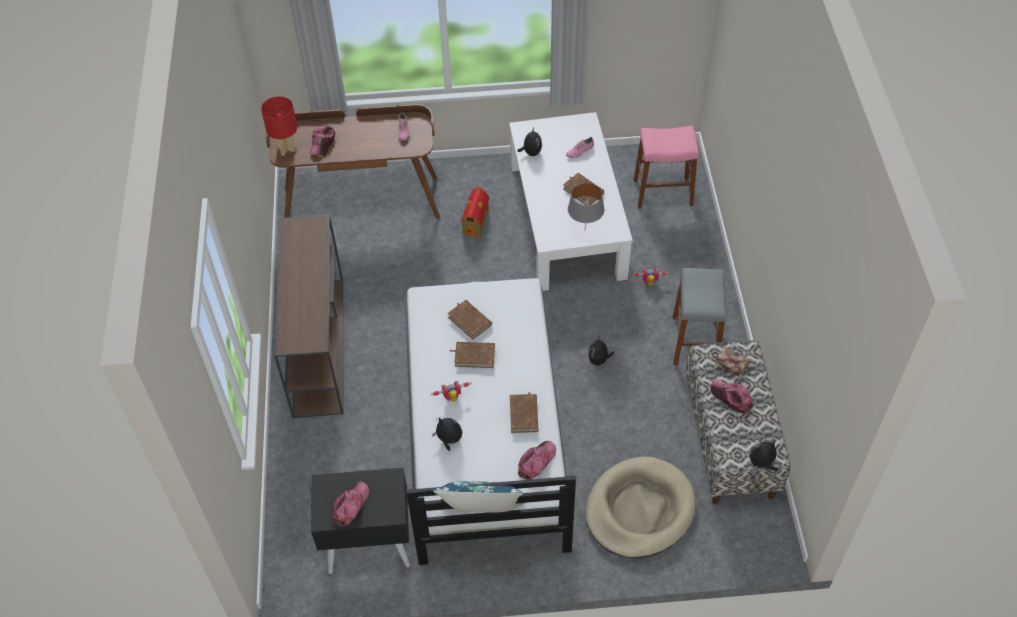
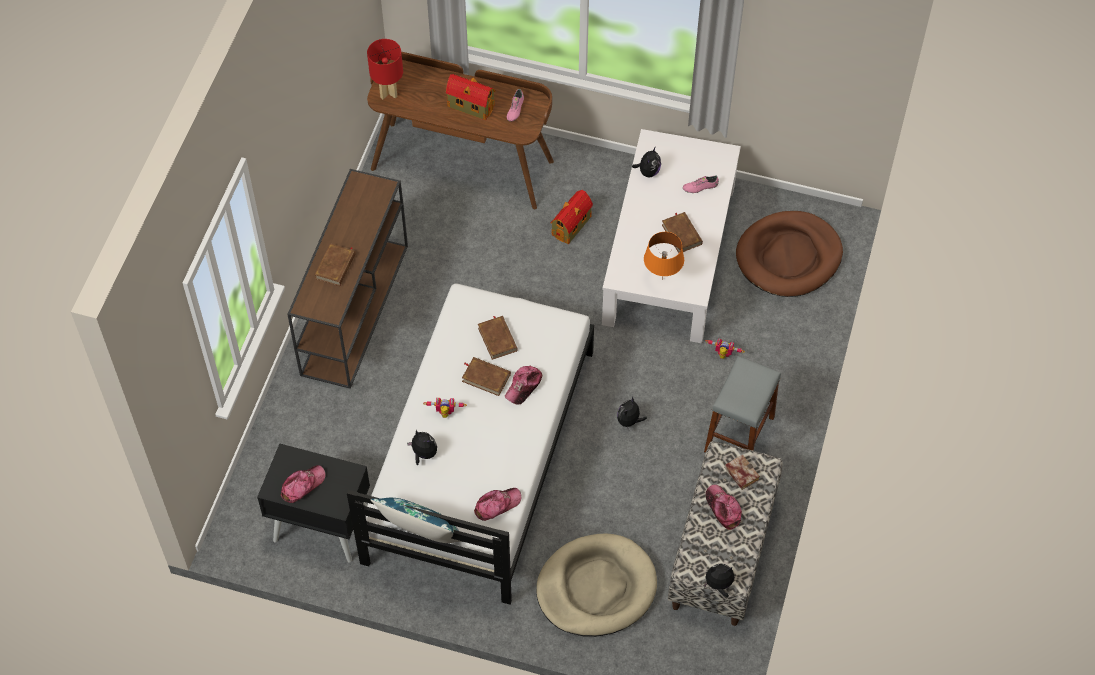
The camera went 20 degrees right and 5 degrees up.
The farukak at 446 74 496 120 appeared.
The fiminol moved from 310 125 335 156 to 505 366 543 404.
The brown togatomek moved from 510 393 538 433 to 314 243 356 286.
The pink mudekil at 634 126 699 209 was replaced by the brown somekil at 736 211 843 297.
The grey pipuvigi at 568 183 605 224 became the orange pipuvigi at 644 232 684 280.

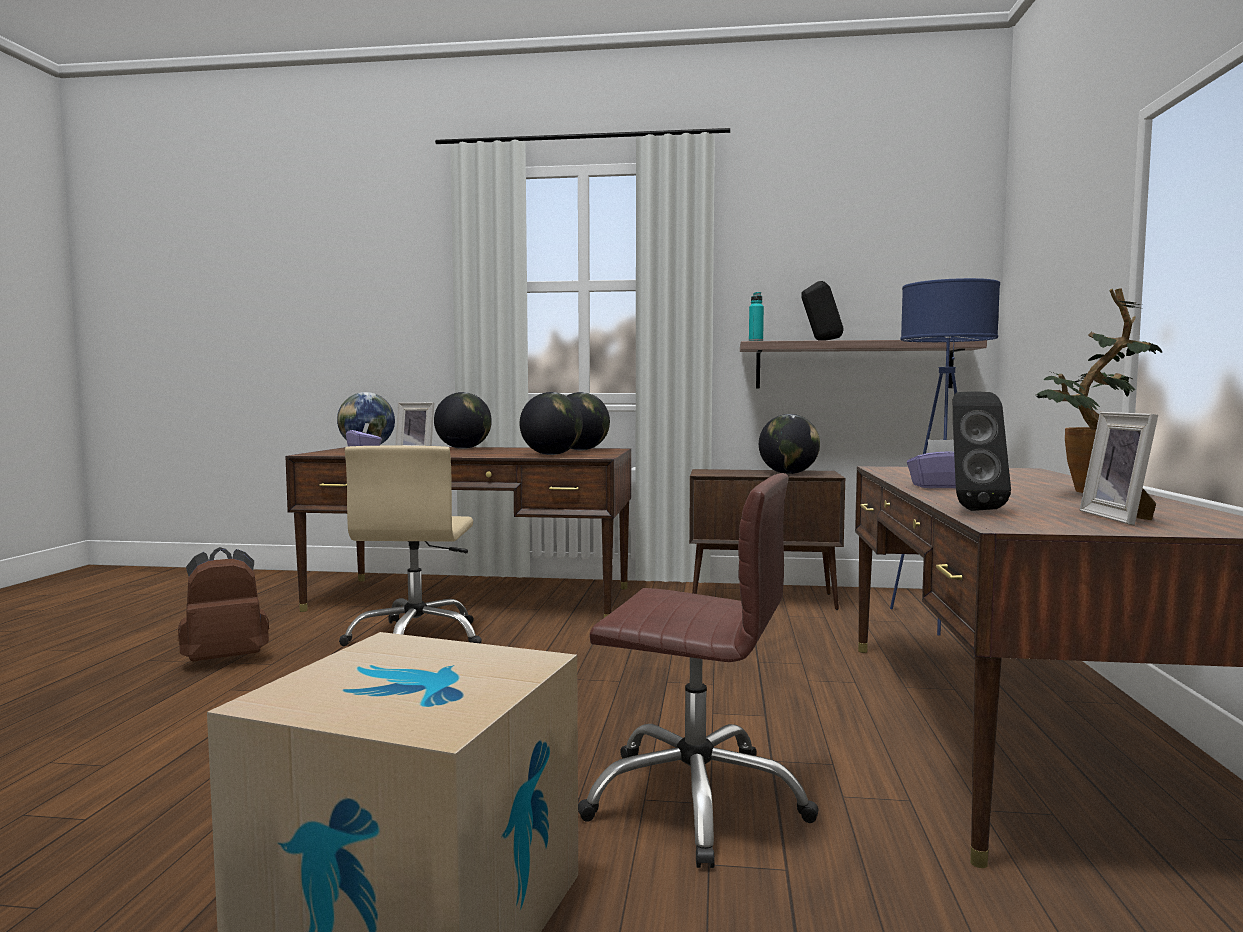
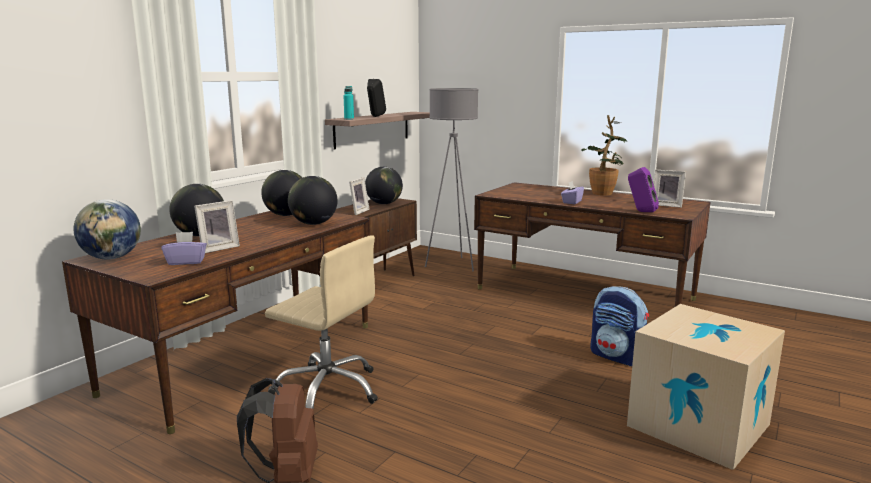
The camera went 65 degrees left and 10 degrees up.
The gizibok at 349 177 370 215 appeared.
The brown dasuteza at 578 473 819 868 was replaced by the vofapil at 590 286 649 366.
The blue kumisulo at 890 278 1000 635 became the grey kumisulo at 425 88 478 271.
The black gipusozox at 953 391 1011 511 became the purple gipusozox at 628 167 659 212.

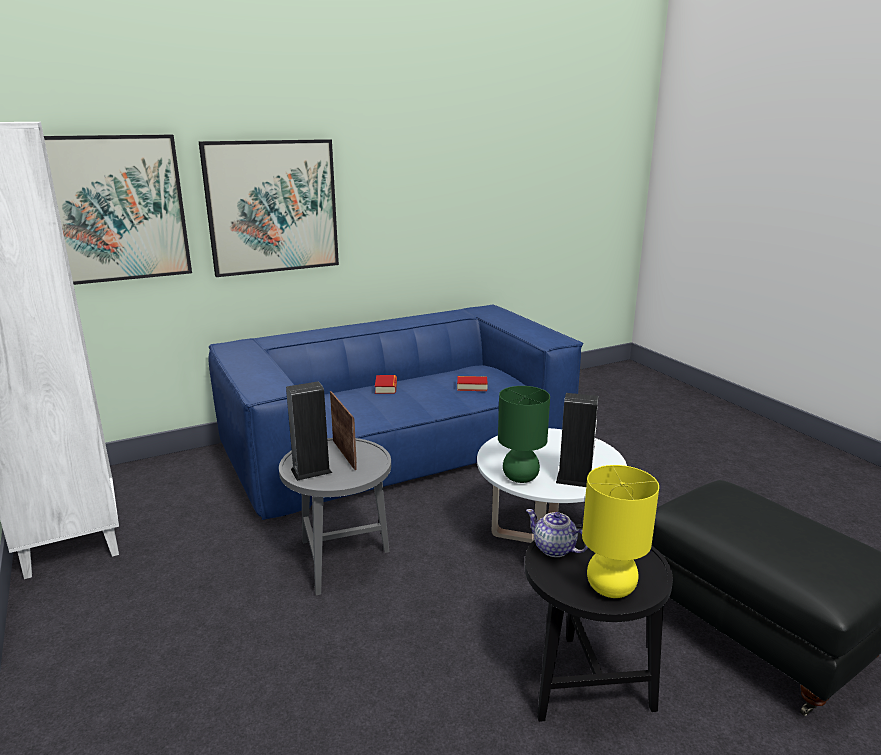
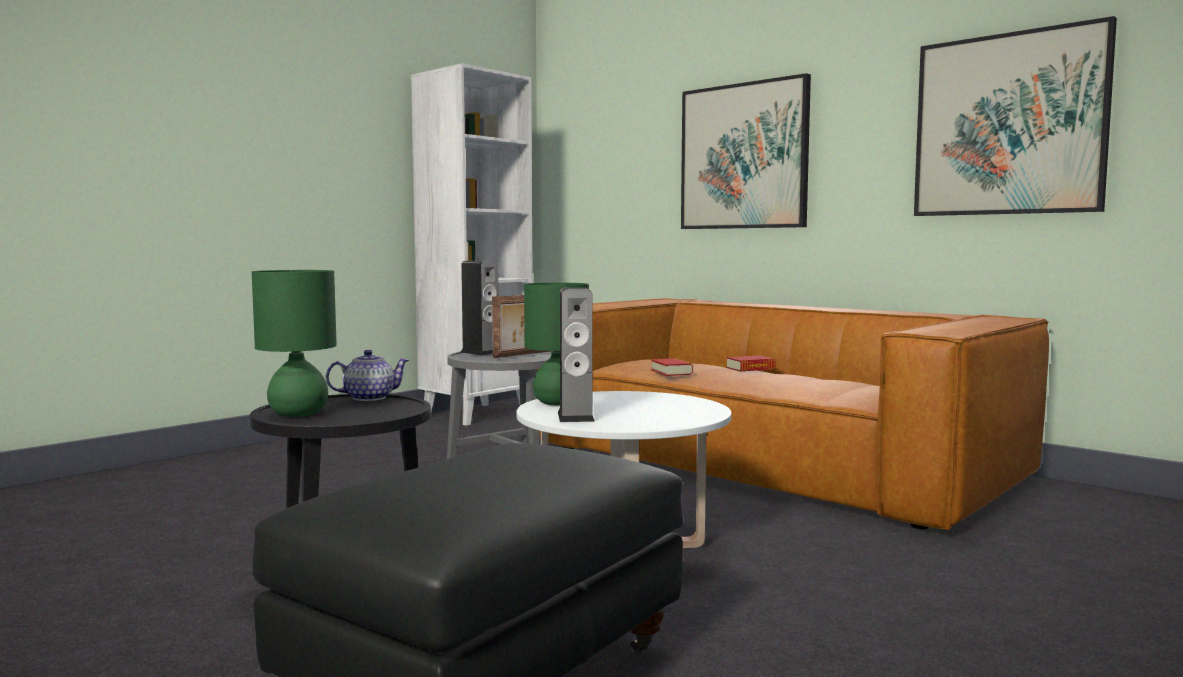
The camera went 70 degrees right and 15 degrees down.
The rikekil moved from 44 135 192 285 to 914 16 1117 216.
The togatomek moved from 457 376 488 391 to 651 358 693 376.
The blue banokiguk at 208 304 583 520 became the brown banokiguk at 537 298 1049 530.
The yellow pipuvigi at 582 465 659 598 became the green pipuvigi at 252 270 337 417.
The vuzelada at 526 509 588 557 turned 45 degrees clockwise.

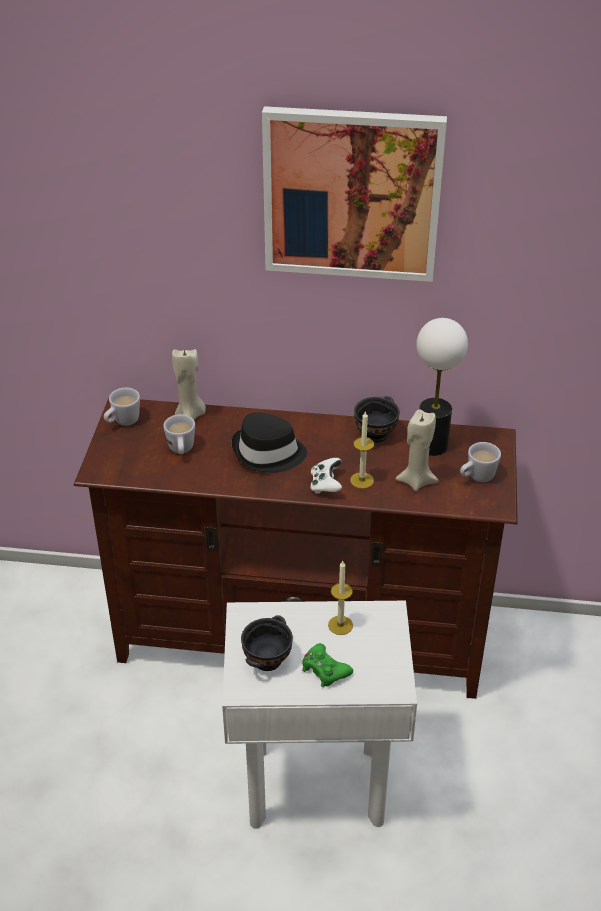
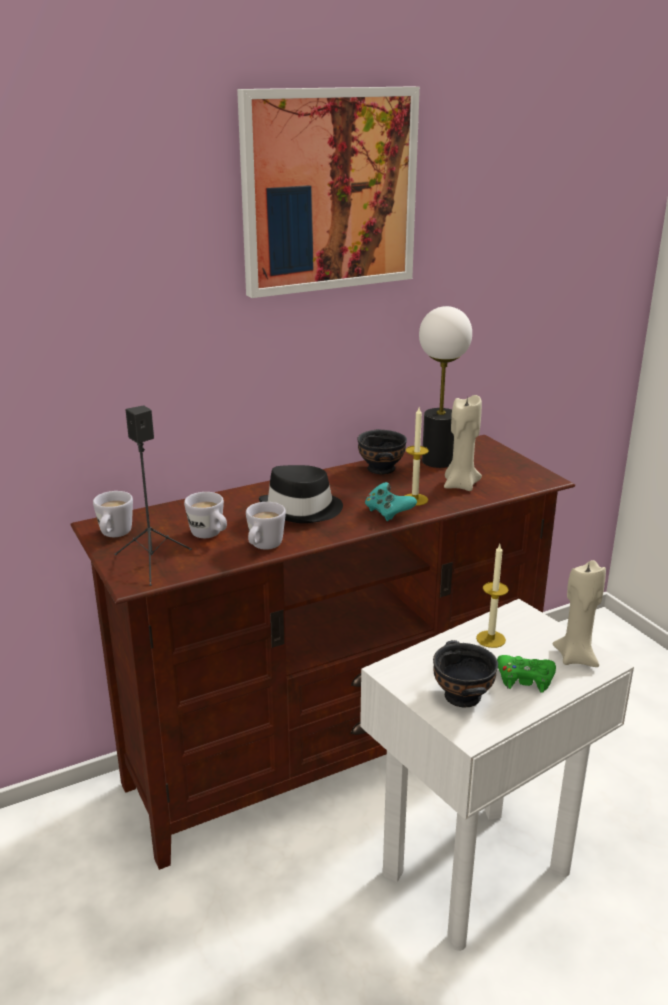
The camera went 35 degrees left and 15 degrees down.
The black gipusozox at 114 405 192 586 appeared.
The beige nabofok moved from 172 349 206 420 to 552 560 606 667.
The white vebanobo moved from 460 442 501 482 to 246 502 286 550.
The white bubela at 311 458 342 494 became the turquoise bubela at 365 482 417 521.

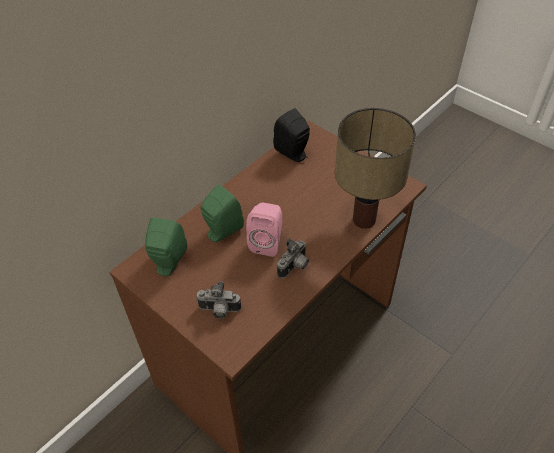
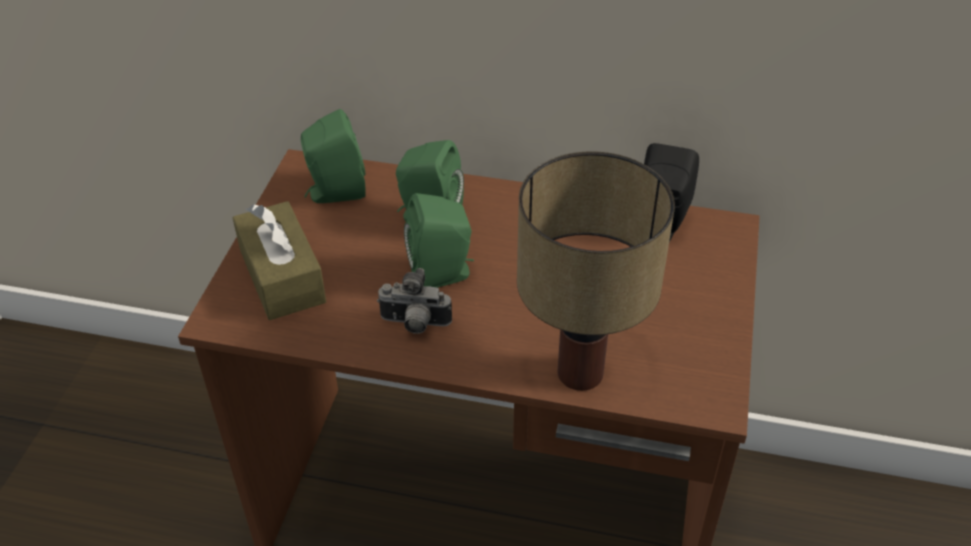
The camera went 60 degrees right and 5 degrees down.
The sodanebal at 196 281 241 319 was replaced by the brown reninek at 233 201 326 320.
The pink gipusozox at 246 202 282 257 became the green gipusozox at 404 193 474 288.

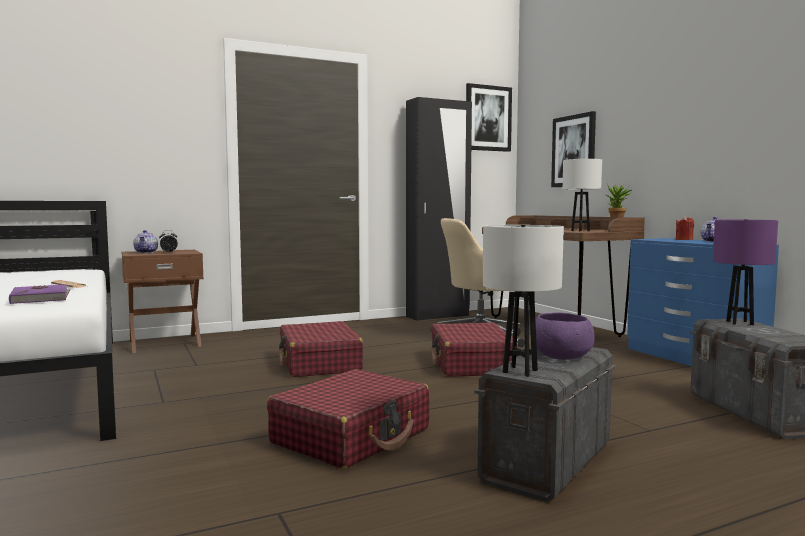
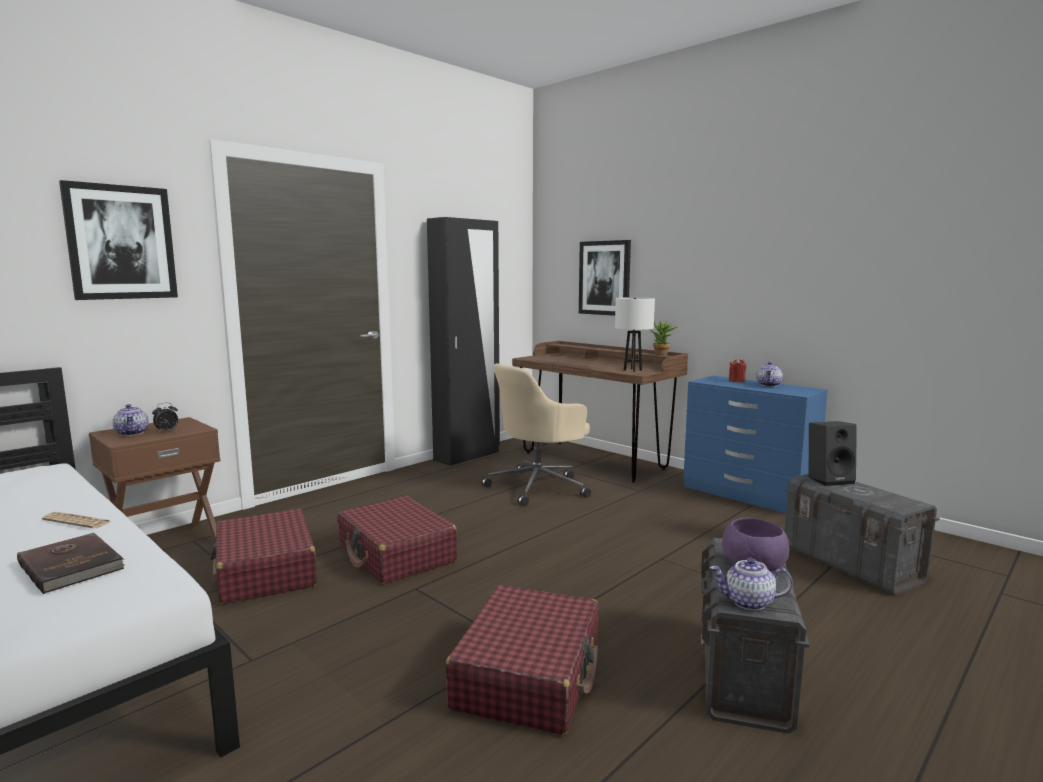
The camera went 20 degrees left and 5 degrees up.
The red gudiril moved from 431 322 518 377 to 210 508 317 605.
The rikekil moved from 466 83 512 152 to 59 180 178 300.
The white pipuvigi at 483 225 564 377 was replaced by the vuzelada at 710 558 793 611.
The purple pipuvigi at 713 219 778 325 was replaced by the black gipusozox at 809 421 857 486.
The purple togatomek at 9 284 70 304 became the brown togatomek at 17 533 125 594.

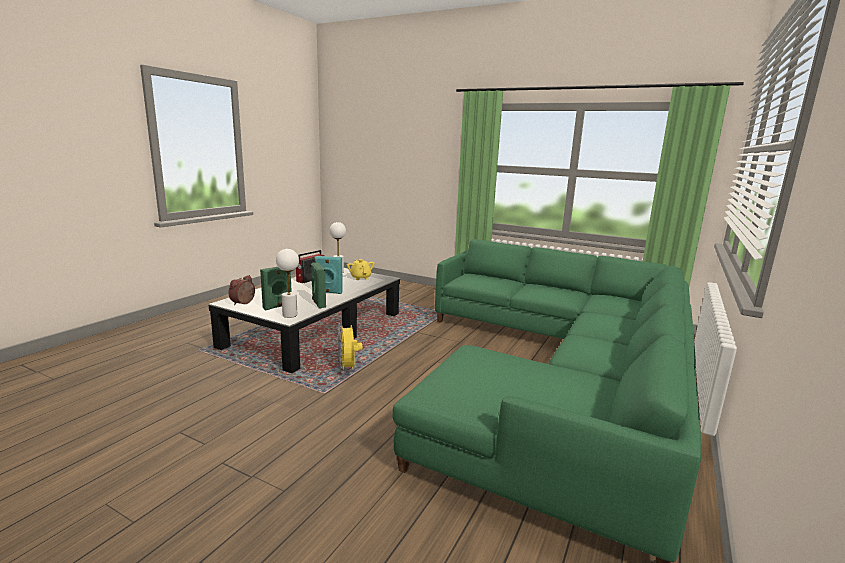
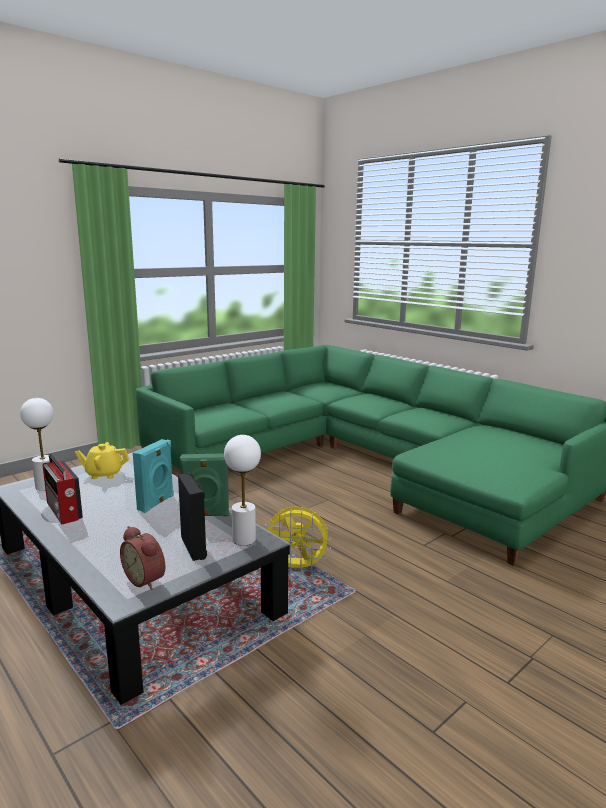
The camera went 70 degrees left and 0 degrees up.
The green gipusozox at 260 267 292 310 became the black gipusozox at 178 472 207 561.

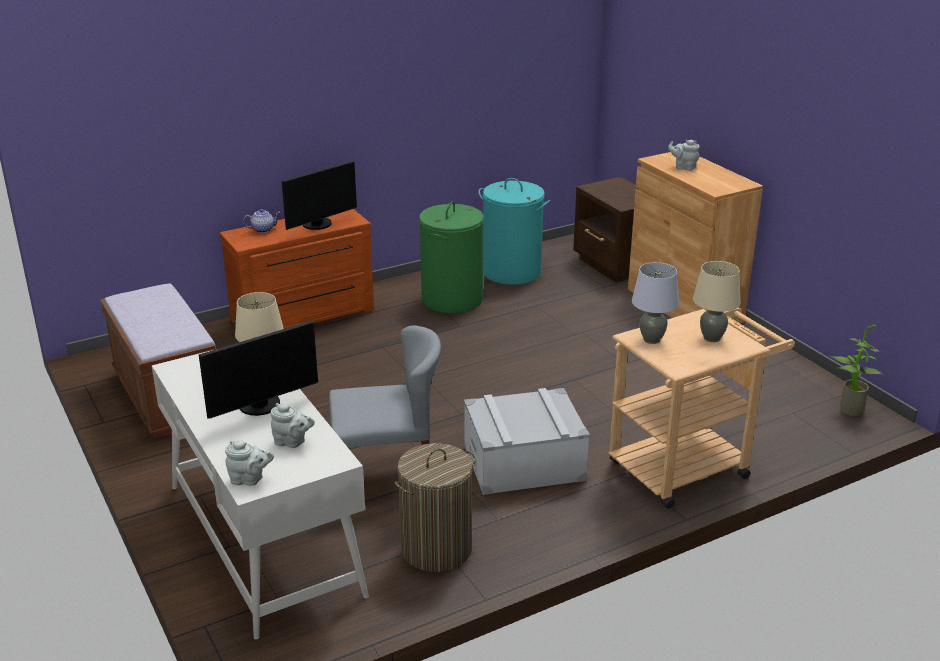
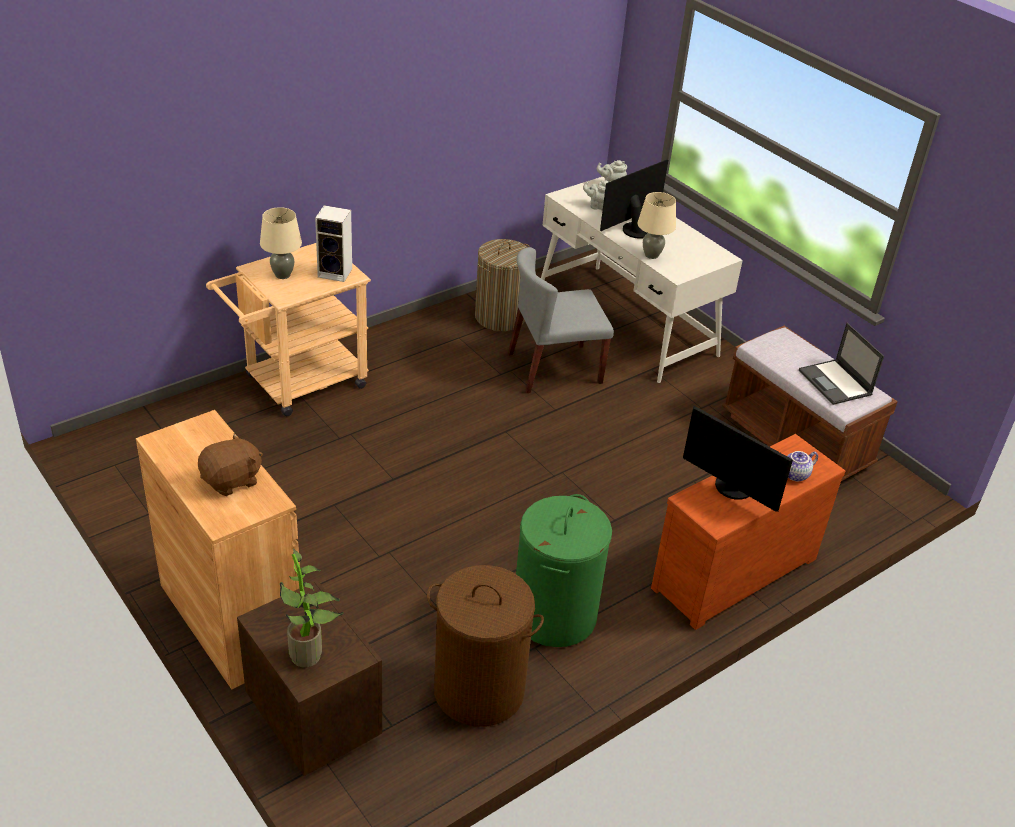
The camera went 170 degrees right and 10 degrees up.
The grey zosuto at 464 388 590 495 disappeared.
The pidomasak at 799 323 884 405 appeared.
The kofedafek moved from 830 324 883 416 to 280 549 344 667.
The grey pipuvigi at 632 262 679 344 was replaced by the gipusozox at 315 205 352 282.
The grey vuzelada at 668 140 700 171 was replaced by the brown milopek at 198 433 263 496.
The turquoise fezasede at 478 178 550 285 became the brown fezasede at 427 565 544 727.
The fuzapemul at 282 160 357 230 turned 90 degrees counterclockwise.

